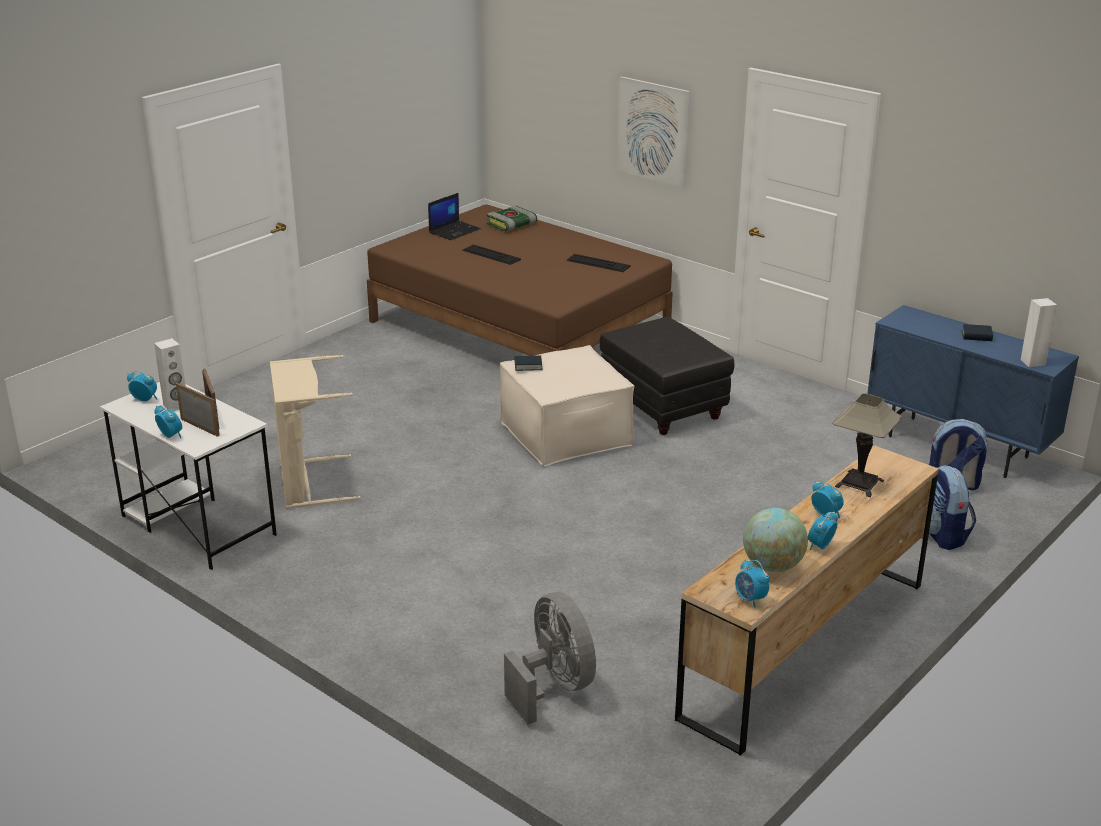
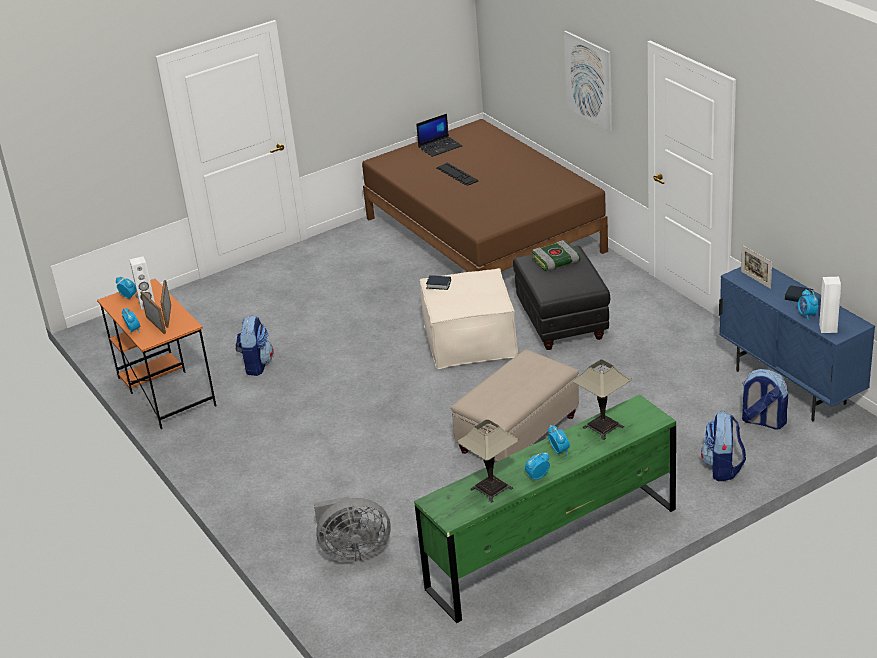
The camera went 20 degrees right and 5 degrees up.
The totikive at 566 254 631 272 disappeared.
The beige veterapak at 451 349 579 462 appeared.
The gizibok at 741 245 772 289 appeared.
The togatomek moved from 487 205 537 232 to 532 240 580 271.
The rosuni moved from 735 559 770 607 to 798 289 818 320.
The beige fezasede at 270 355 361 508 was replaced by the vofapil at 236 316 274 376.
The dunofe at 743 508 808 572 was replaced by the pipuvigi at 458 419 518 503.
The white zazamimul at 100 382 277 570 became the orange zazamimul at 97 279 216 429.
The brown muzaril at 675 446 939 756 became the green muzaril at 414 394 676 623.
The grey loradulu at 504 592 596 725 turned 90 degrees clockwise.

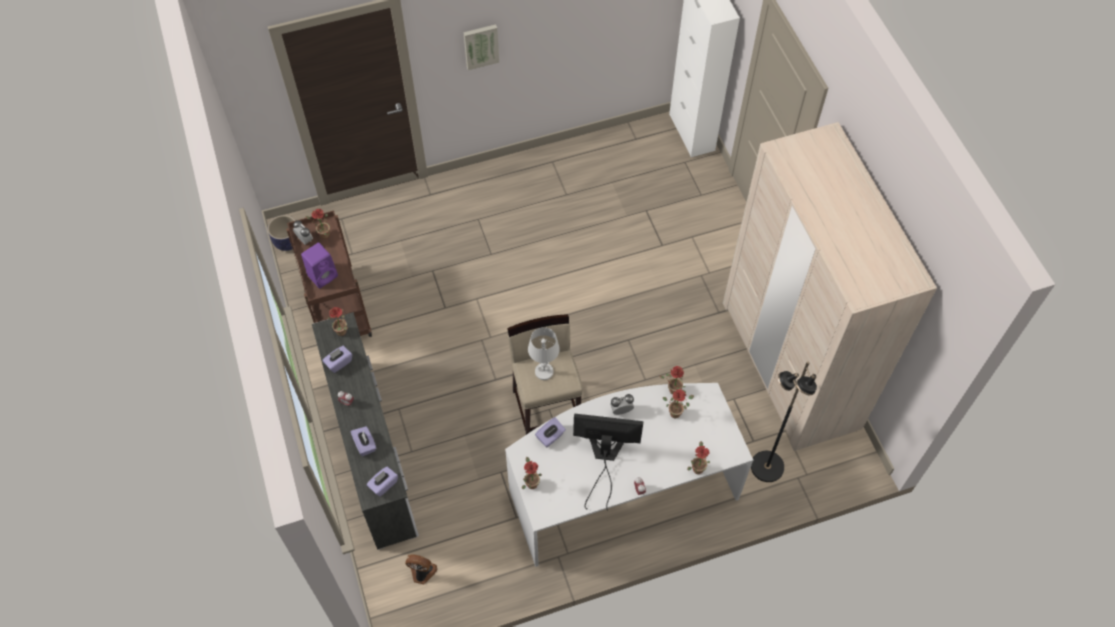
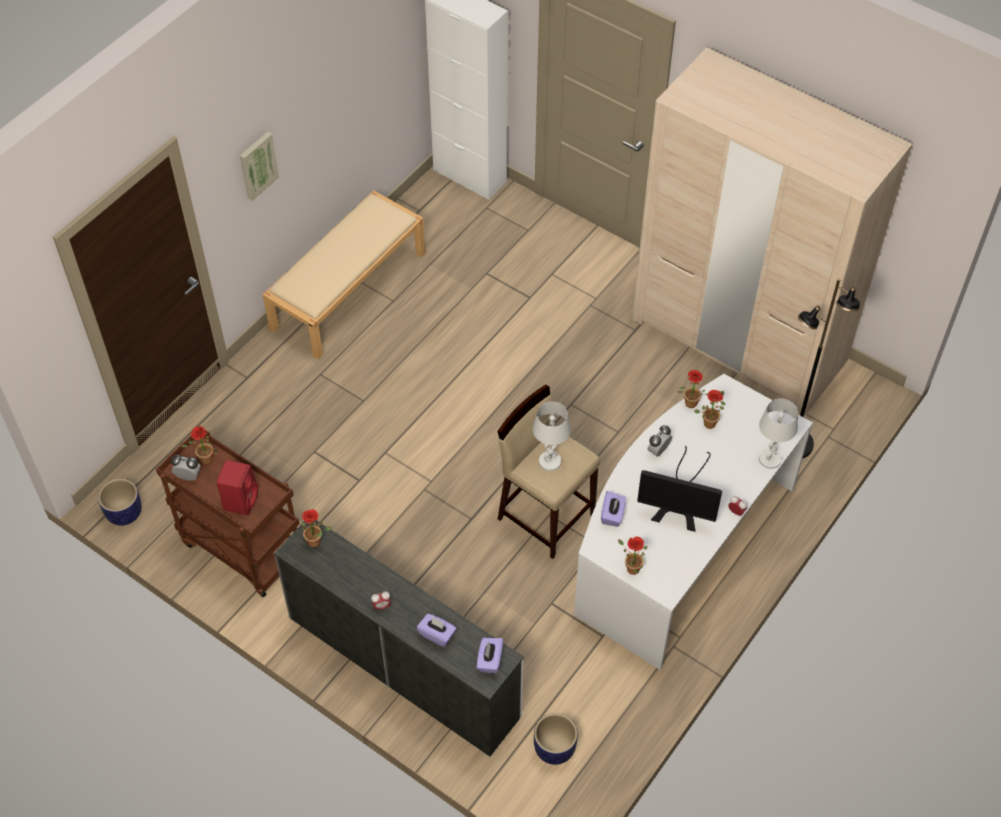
The camera went 35 degrees left and 5 degrees down.
The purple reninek at 322 346 352 373 disappeared.
The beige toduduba at 263 190 425 360 appeared.
The loradulu at 405 554 438 585 was replaced by the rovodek at 534 713 578 765.
The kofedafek at 687 441 710 474 was replaced by the white pipuvigi at 759 399 798 469.
The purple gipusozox at 301 243 338 289 became the red gipusozox at 217 460 258 515.
The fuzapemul at 573 414 643 511 turned 135 degrees counterclockwise.

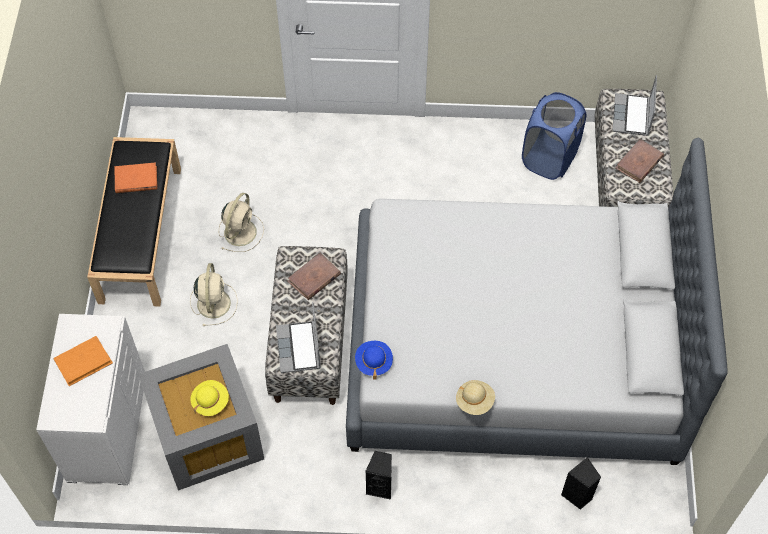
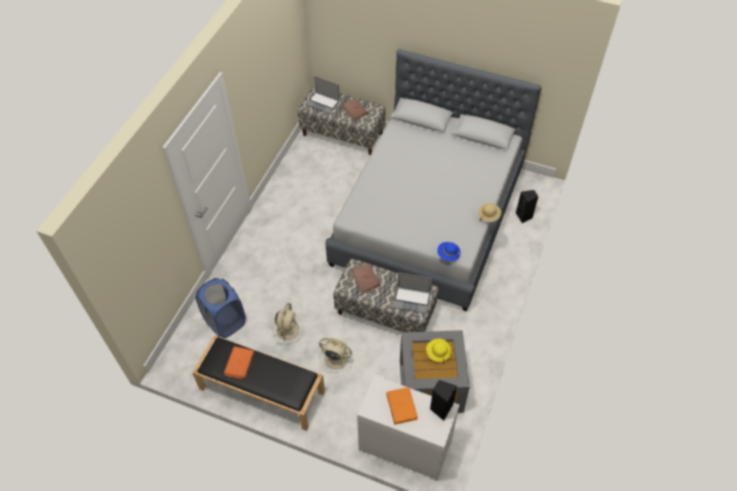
The camera went 70 degrees left and 5 degrees down.
The black gipusozox moved from 365 451 392 500 to 430 380 457 421.
The blue fezasede moved from 522 92 587 180 to 196 278 246 338.
The beige loradulu at 219 193 264 252 turned 60 degrees clockwise.

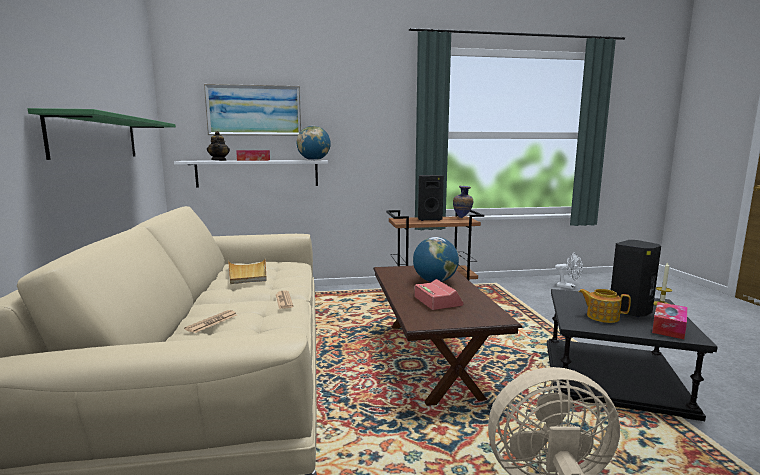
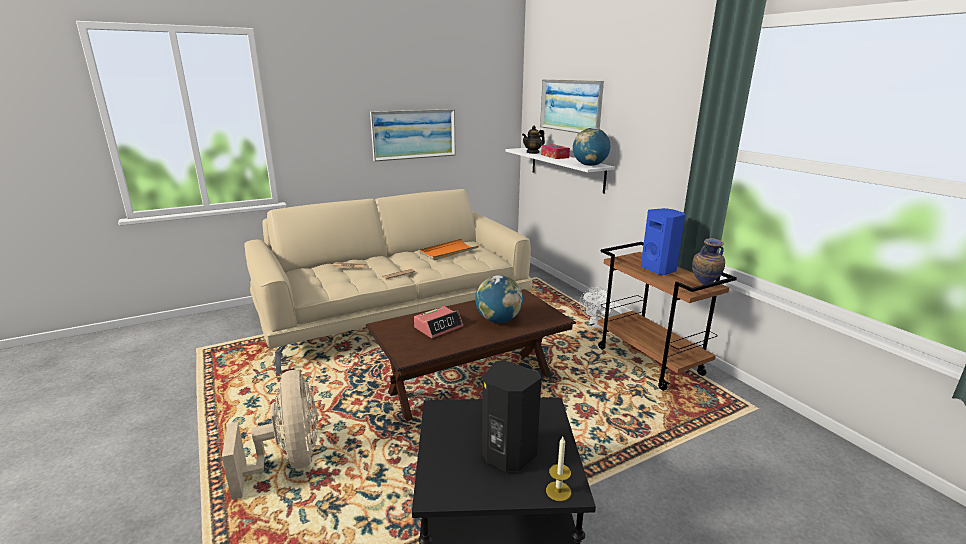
The camera went 70 degrees right and 10 degrees up.
The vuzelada at 579 289 631 323 disappeared.
The reninek at 652 302 687 339 disappeared.
The white loradulu moved from 555 253 583 289 to 580 287 614 328.
The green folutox at 28 108 176 160 was replaced by the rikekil at 370 109 456 161.
The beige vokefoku at 228 259 267 284 became the orange vokefoku at 419 239 479 260.
The black gipusozox at 418 175 444 221 became the blue gipusozox at 641 208 685 275.

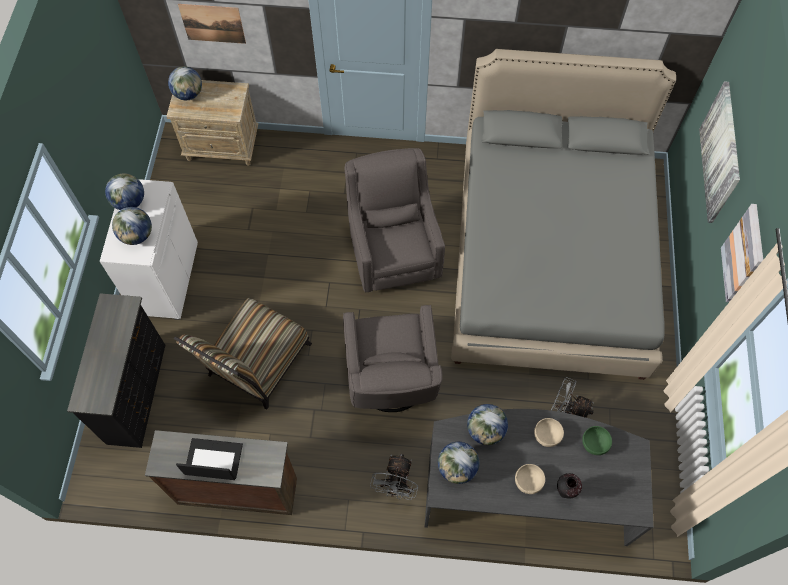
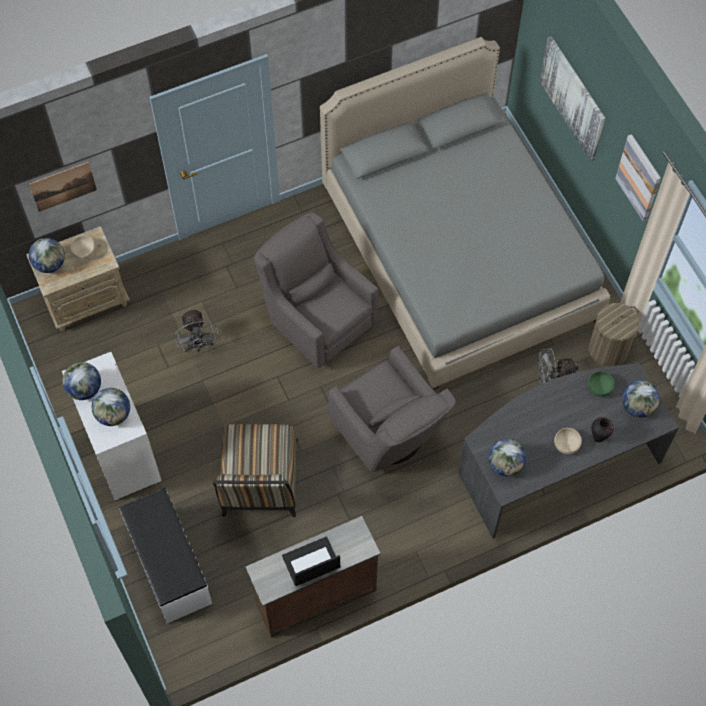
The camera went 30 degrees left and 0 degrees up.
The fezasede at 588 303 639 366 appeared.
The grey loradulu moved from 370 454 418 500 to 175 309 219 352.
The dunofe moved from 467 404 508 445 to 622 380 660 417.
The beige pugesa moved from 534 418 564 447 to 70 236 96 260.
The black muzaril at 67 293 165 448 was replaced by the white toduduba at 120 488 212 624.

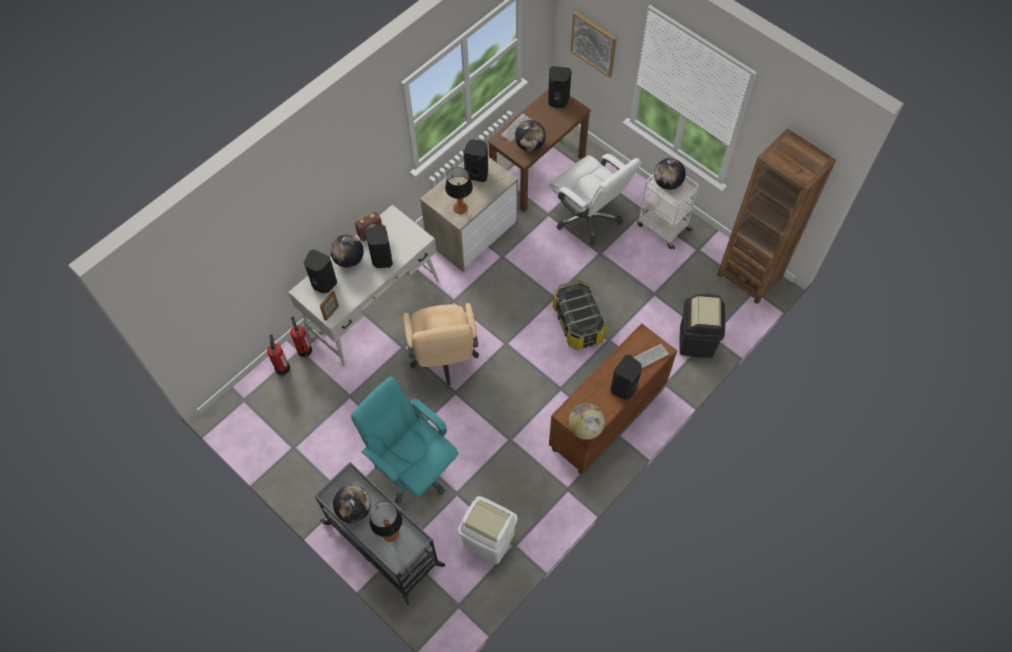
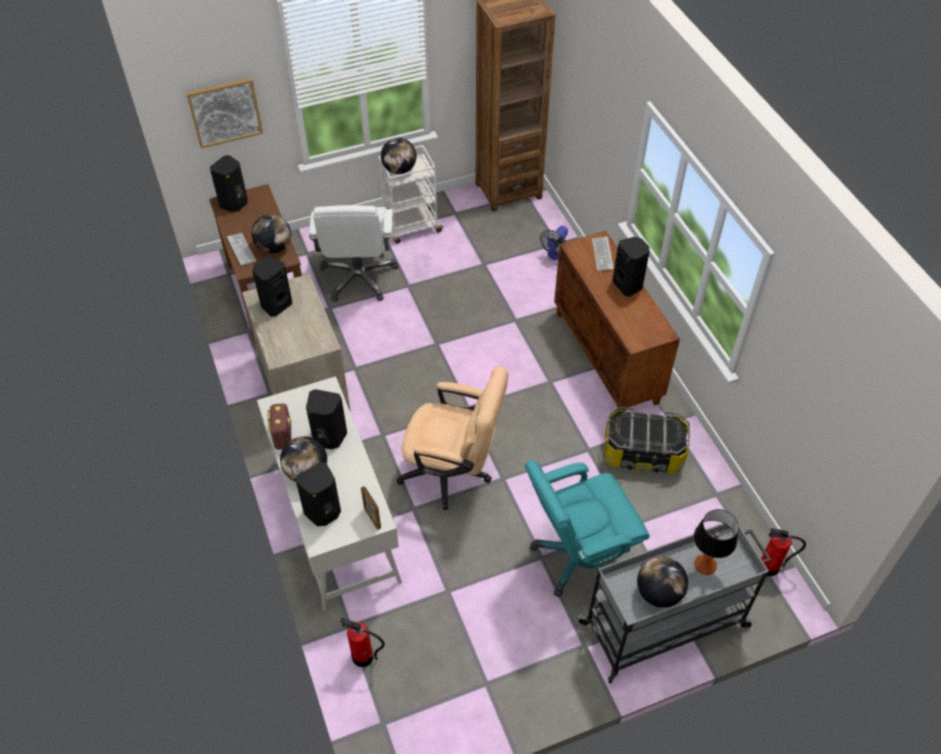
The camera went 65 degrees left and 10 degrees down.
The pipuvigi at 445 167 473 214 disappeared.
The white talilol at 458 496 518 564 disappeared.
The dunofe at 568 403 605 440 disappeared.
The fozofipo moved from 290 316 312 358 to 761 528 806 576.
The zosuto moved from 553 280 607 350 to 604 407 690 473.
The black talilol at 679 294 725 358 was replaced by the loradulu at 540 226 568 261.
The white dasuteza at 549 154 641 246 turned 105 degrees clockwise.

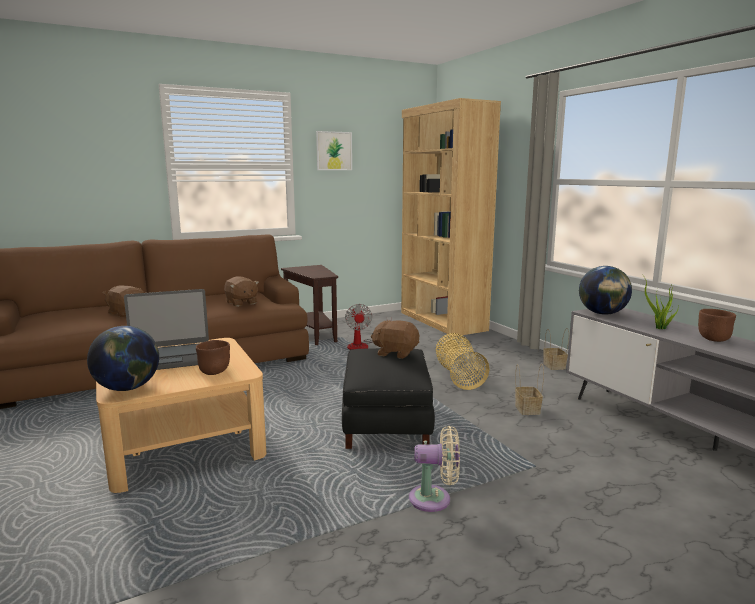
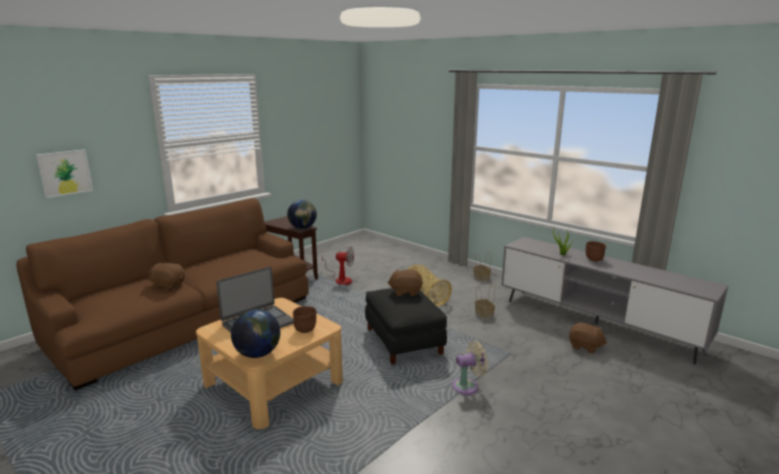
The camera went 20 degrees left and 5 degrees up.
The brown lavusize at 401 98 501 337 disappeared.
The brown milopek moved from 224 276 259 307 to 569 322 607 354.
The rikekil moved from 316 131 352 170 to 36 150 93 198.
The dunofe moved from 579 266 632 315 to 287 200 317 229.
The loradulu at 345 304 391 350 turned 60 degrees counterclockwise.

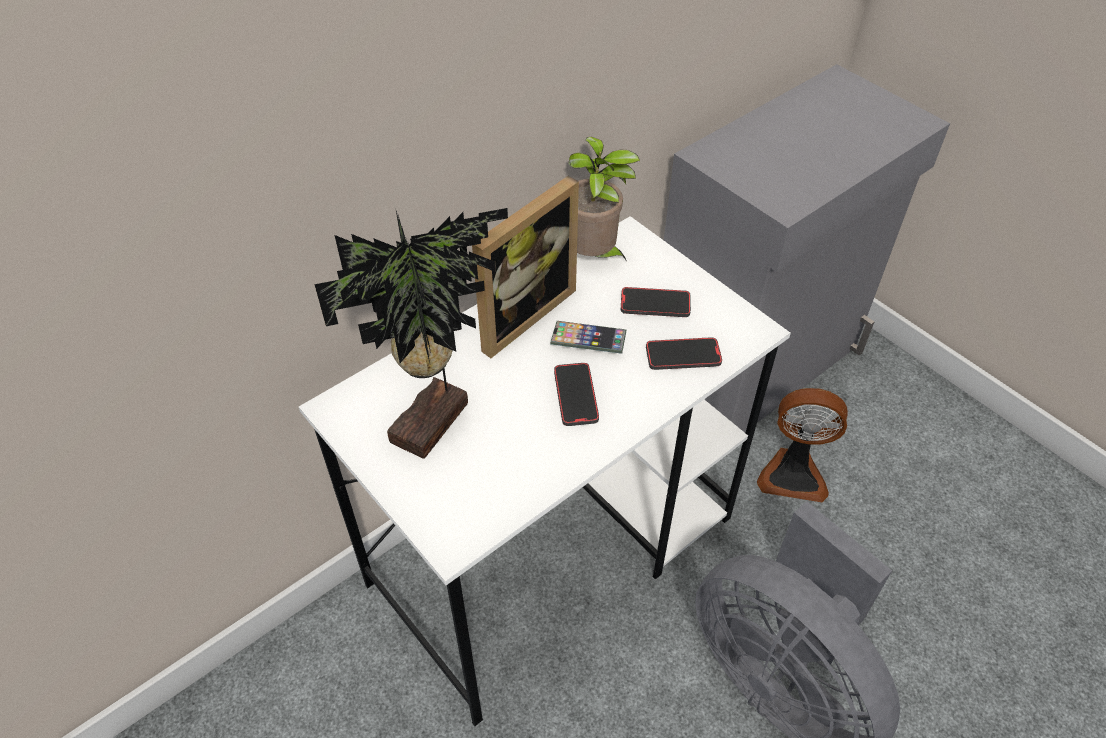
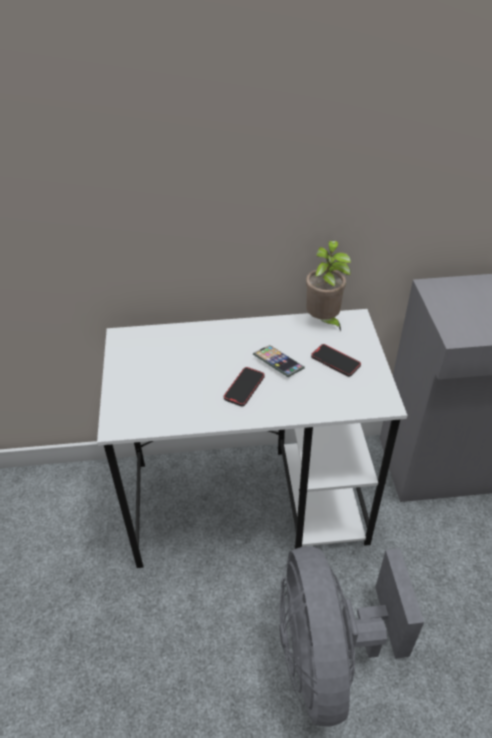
The camera went 35 degrees right and 5 degrees down.
The kofedafek at 314 208 508 459 disappeared.
The gizibok at 472 176 579 358 disappeared.
The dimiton at 646 337 722 370 disappeared.
The loradulu at 757 388 848 502 disappeared.

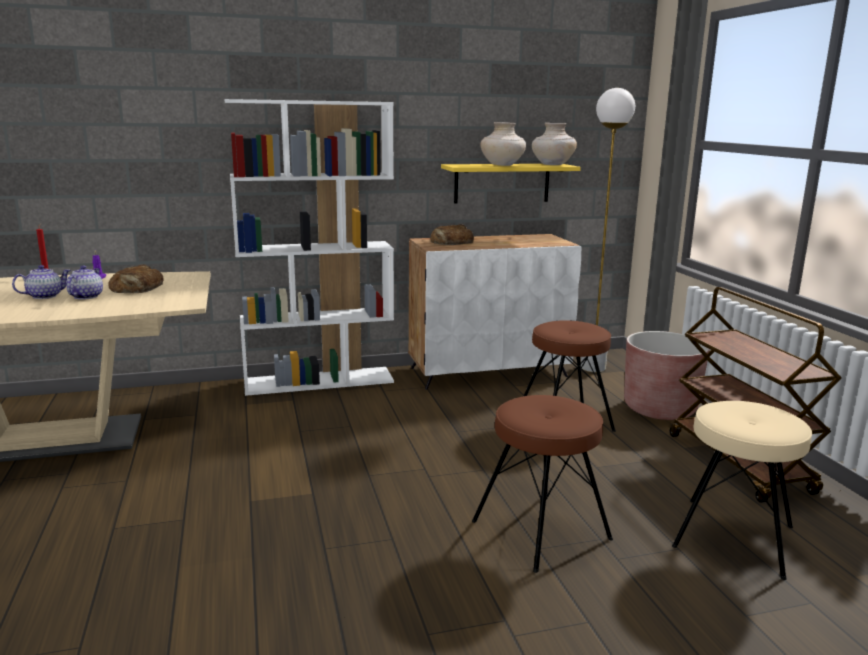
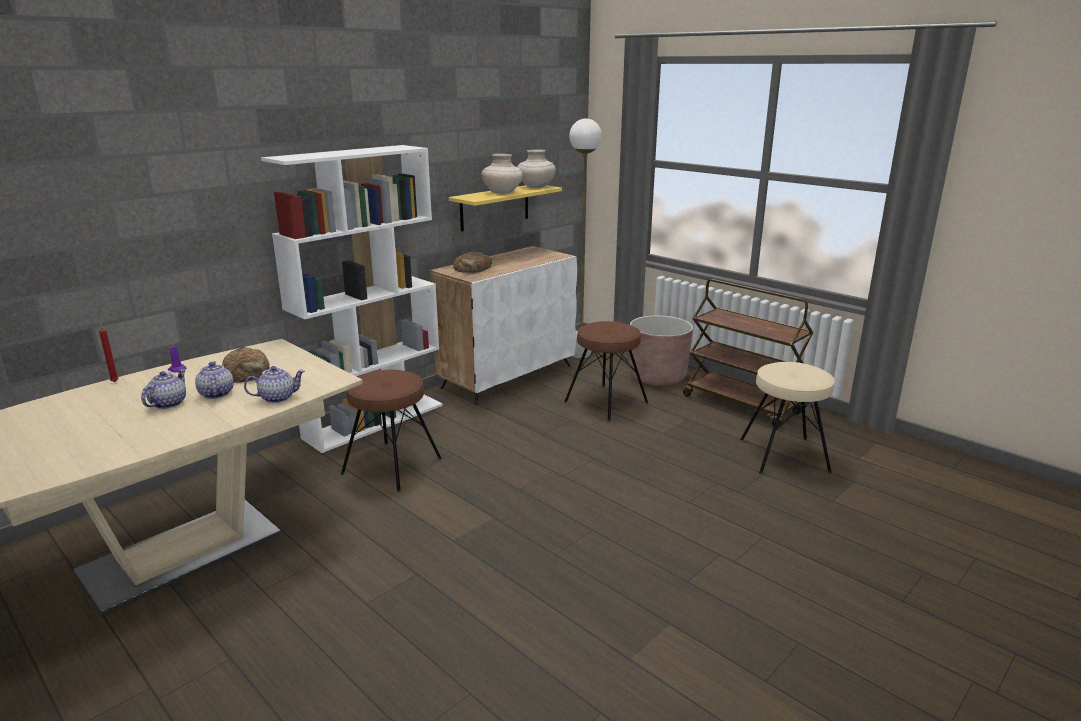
The camera went 30 degrees left and 5 degrees up.
The vuzelada at 244 366 305 403 appeared.
The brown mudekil moved from 472 395 613 573 to 341 370 442 492.

